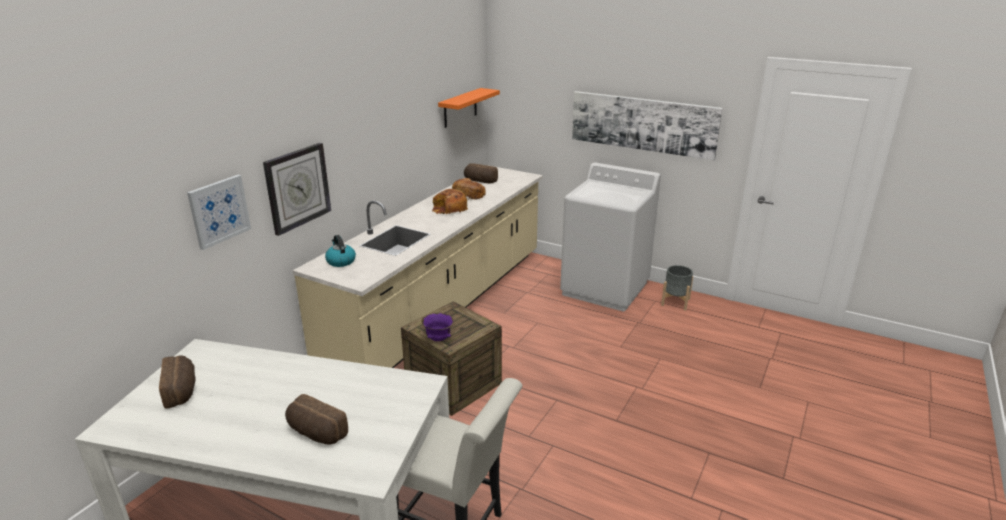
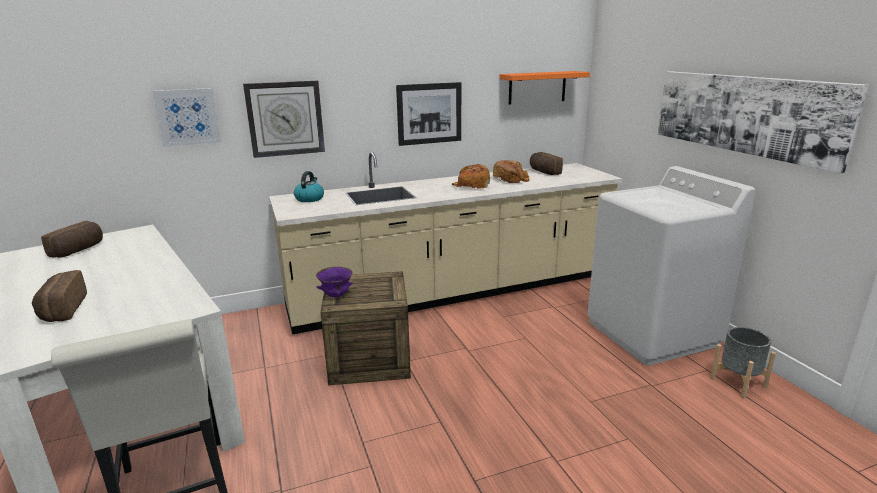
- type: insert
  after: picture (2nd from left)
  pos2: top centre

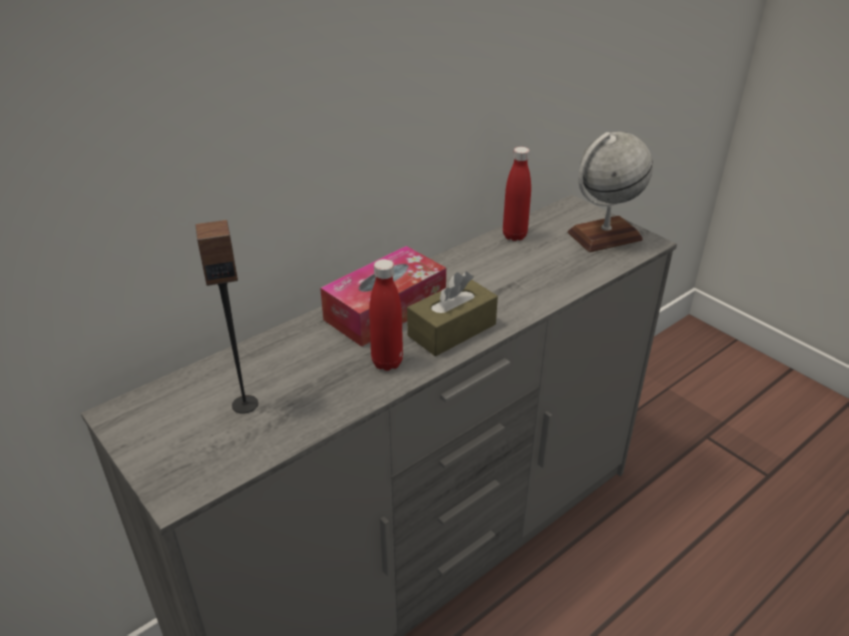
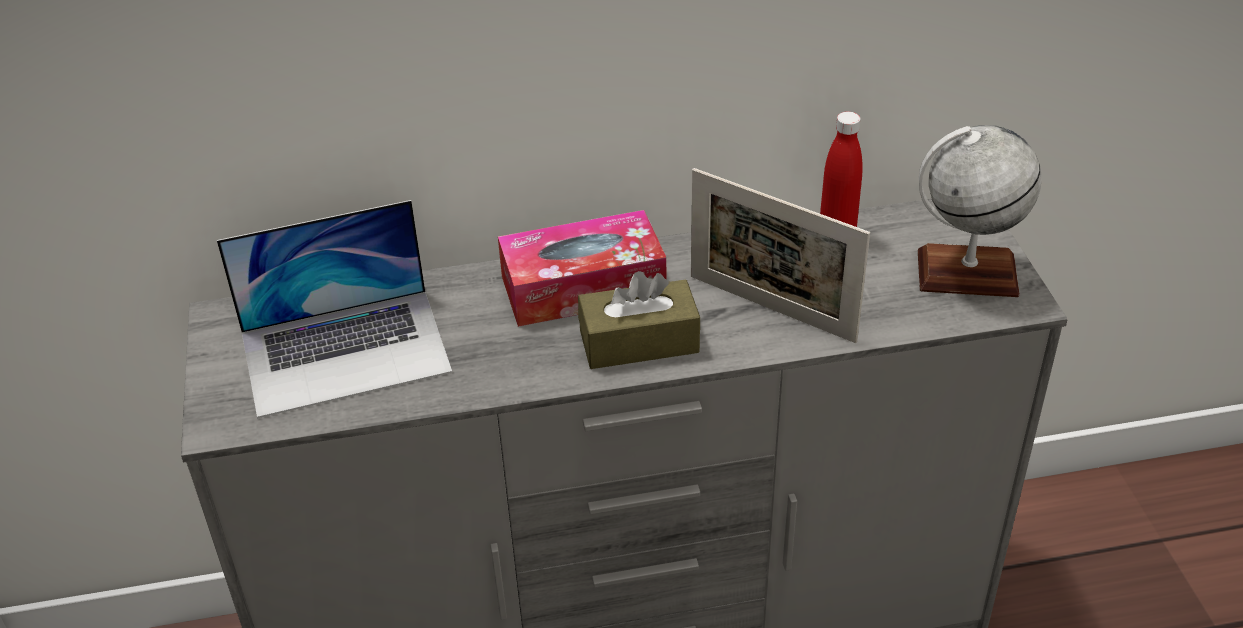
- type: replace
  before: speaker
  after: laptop
  pos1: middle left
  pos2: middle left
- type: insert
  after: picture_frame
  pos2: centre
- type: delete
  before: red_bottle (1st from left)
  pos1: centre

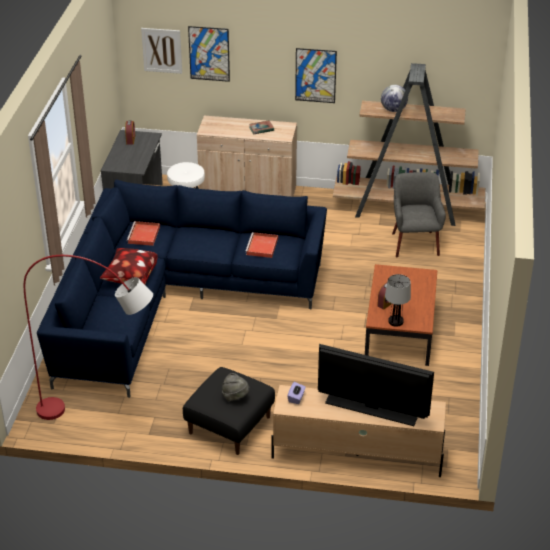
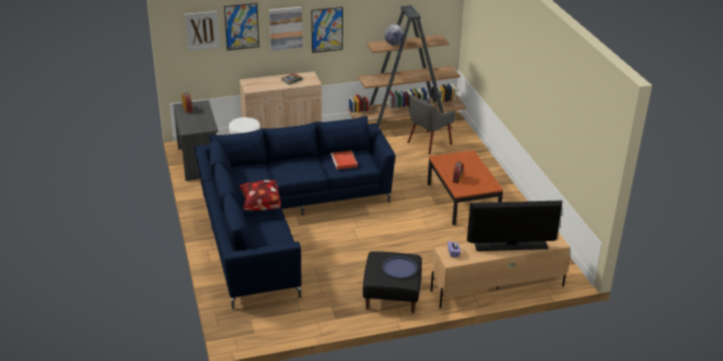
- type: insert
  after: picture (3rd from left)
  pos2: top centre
- type: replace
  before: grey_hat
  after: blue_tray
  pos1: bottom centre
  pos2: bottom centre
- type: rotate
  before: grey_armchair
  pos1: middle right
  pos2: centre
  turn: -105
- type: delete
  before: red_floor_lamp
  pos1: middle left
- type: delete
  before: red_tray (1st from left)
  pos1: middle left
- type: delete
  before: table_lamp
  pos1: middle right

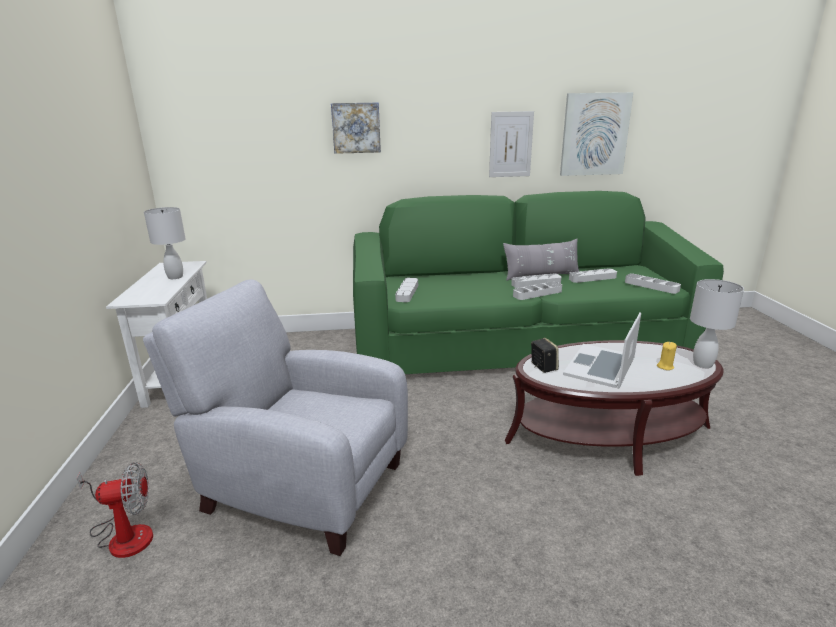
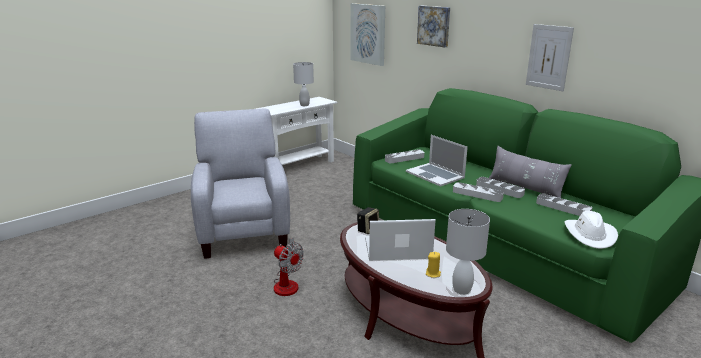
- type: move
  before: fan
  pos1: bottom left
  pos2: bottom centre
- type: move
  before: picture (3rd from left in the first image)
  after: picture (1st from left)
  pos1: top right
  pos2: top centre
- type: insert
  after: laptop (2nd from left)
  pos2: centre
- type: replace
  before: grey_tray (5th from left)
  after: white_hat
  pos1: middle right
  pos2: middle right

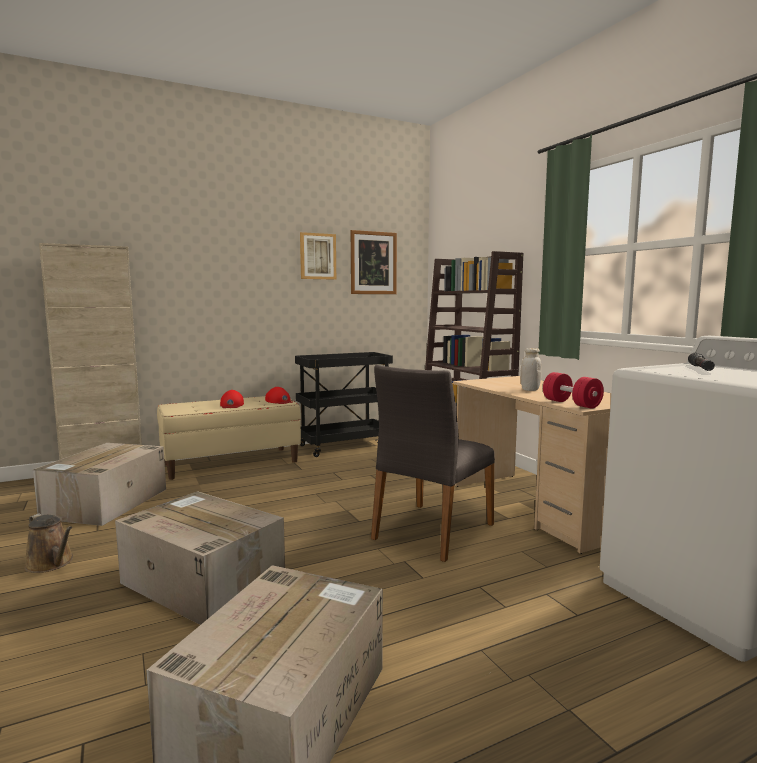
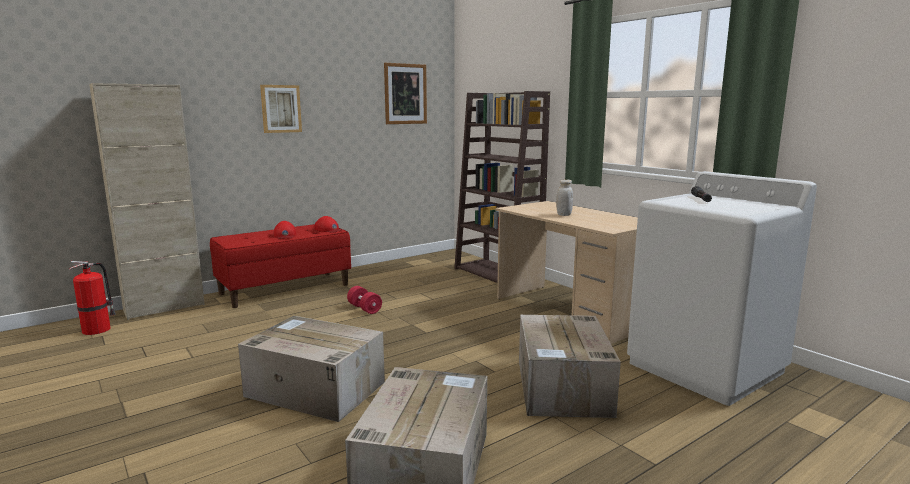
- type: insert
  after: fire_extinguisher
  pos2: middle left
- type: recolor
  before: beige_bench
  after: red_bench
  pos1: middle left
  pos2: middle left
- type: move
  before: picture (1st from left)
  pos1: centre
  pos2: top left
- type: move
  before: red_dumbbell
  pos1: middle right
  pos2: centre
- type: move
  before: cardboard_box (1st from left in the first image)
  after: cardboard_box (3rd from left)
  pos1: middle left
  pos2: bottom centre
- type: delete
  before: brown_watering_can
  pos1: bottom left
- type: delete
  before: black_cart
  pos1: centre
- type: delete
  before: grey_chair
  pos1: centre

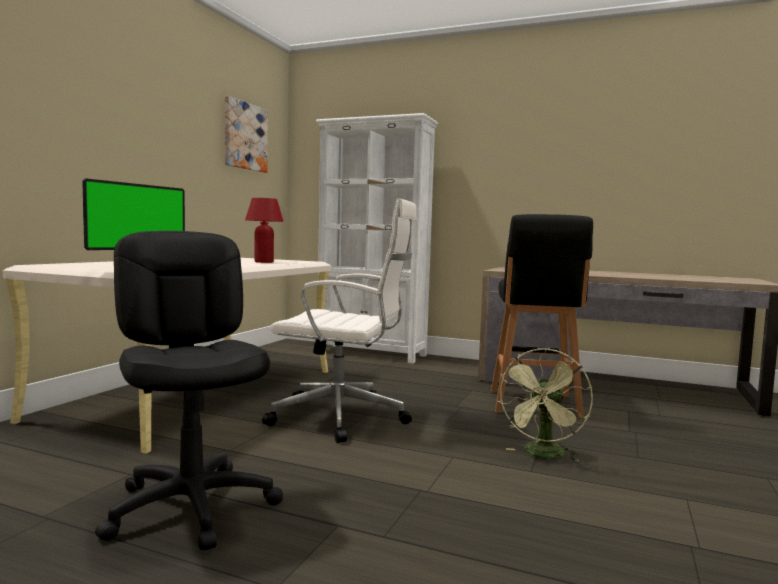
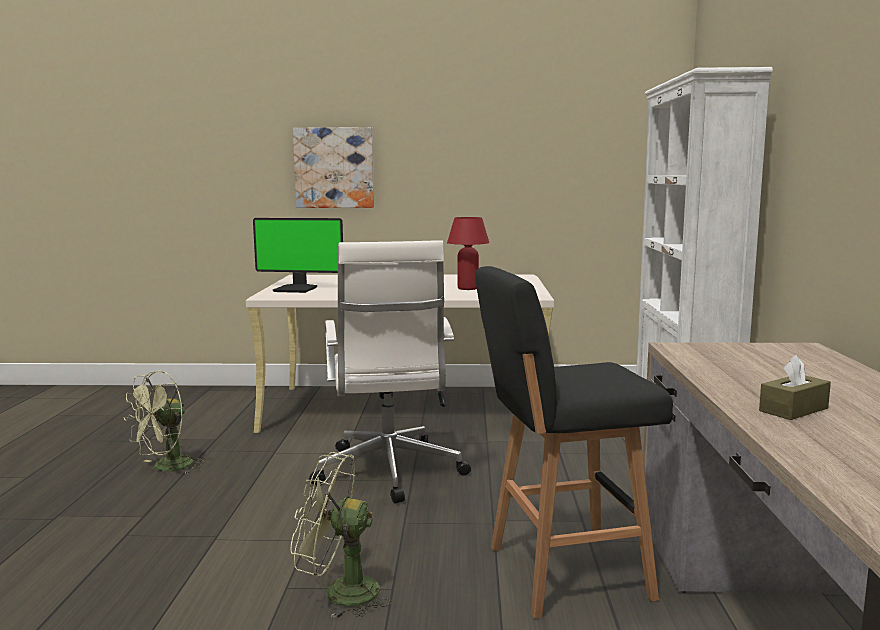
- type: replace
  before: black_office_chair
  after: green_fan (1st from left)
  pos1: bottom left
  pos2: bottom left
- type: move
  before: picture
  pos1: top left
  pos2: top centre
- type: insert
  after: brown_tissue_box
  pos2: middle right

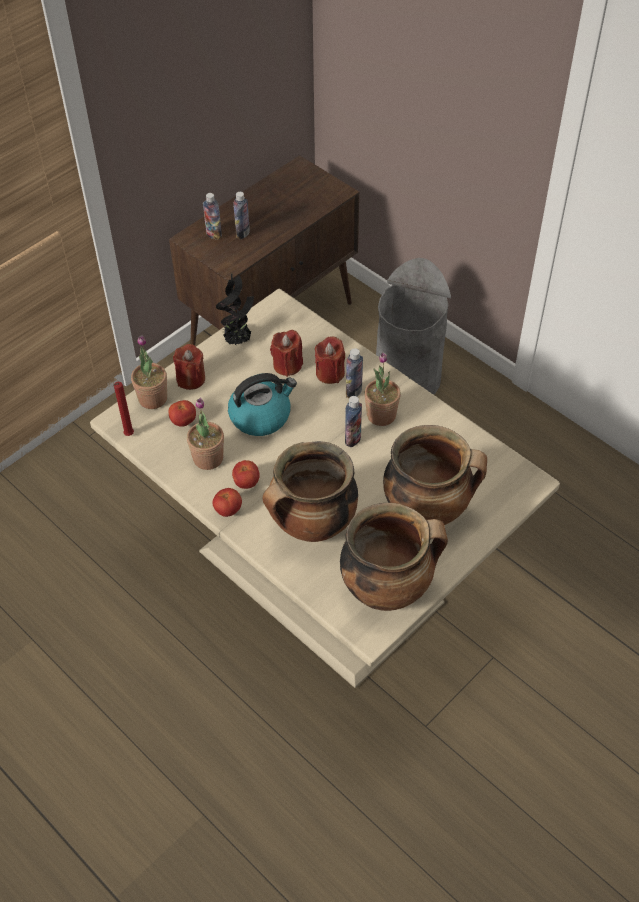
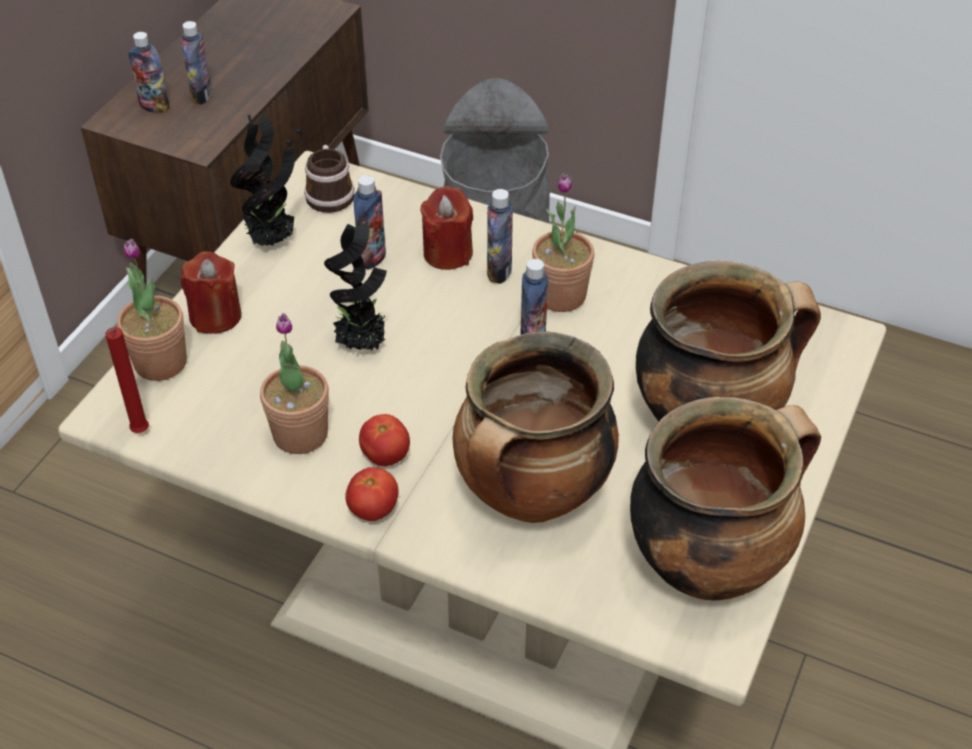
- type: insert
  after: mug
  pos2: top centre
- type: replace
  before: kettle
  after: potted_plant (4th from left)
  pos1: centre
  pos2: centre
- type: replace
  before: red_candle (3rd from left)
  after: bottle (3rd from left)
  pos1: centre
  pos2: top centre
- type: delete
  before: tomato (1st from left)
  pos1: middle left

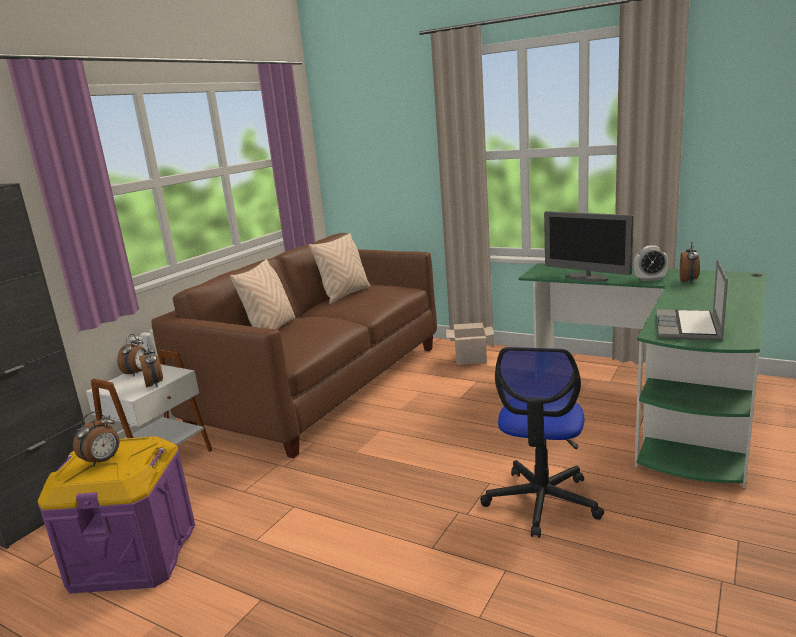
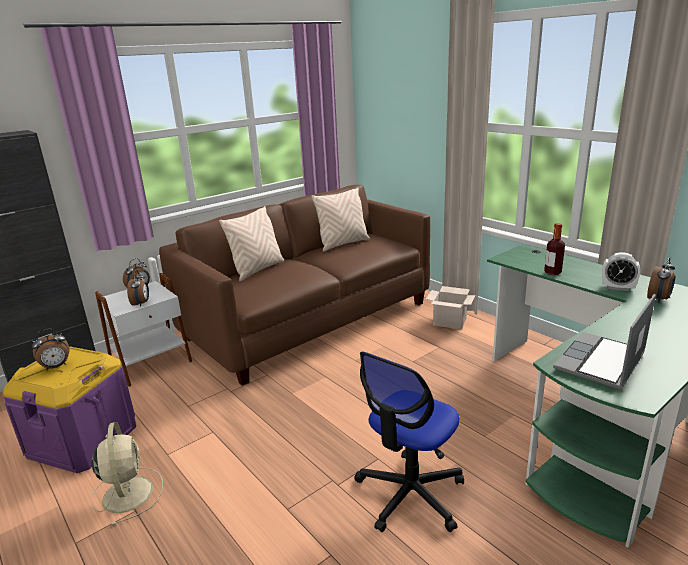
- type: insert
  after: beige_fan
  pos2: bottom left
- type: replace
  before: monitor
  after: bottle
  pos1: middle right
  pos2: middle right

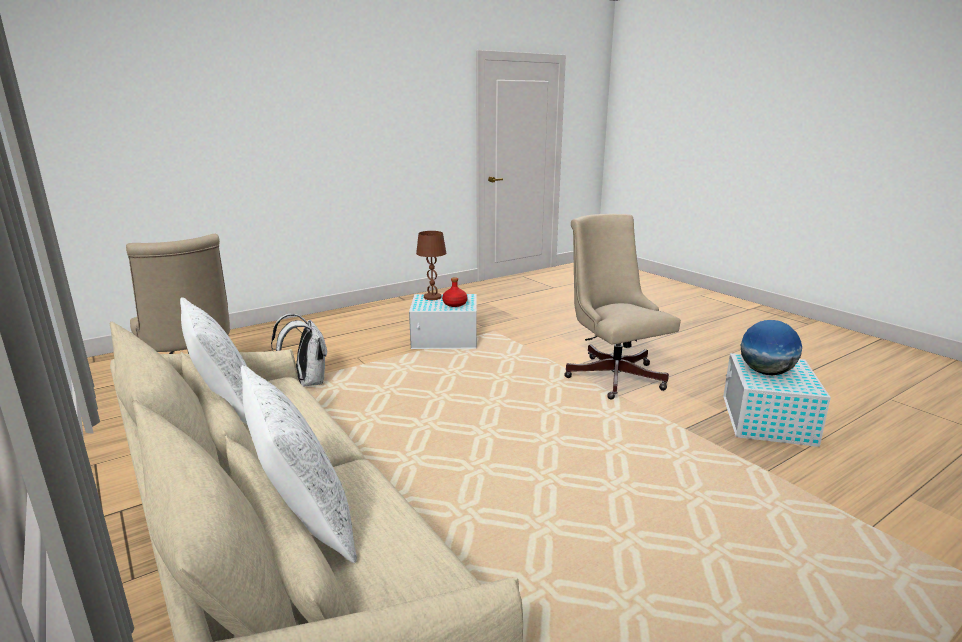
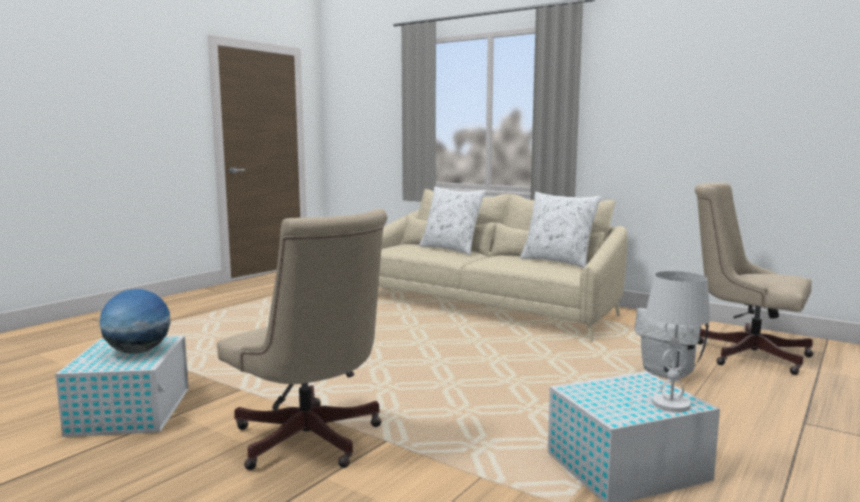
- type: recolor
  before: brown_table_lamp
  after: white_table_lamp
  pos1: centre
  pos2: bottom right
- type: delete
  before: red_bottle
  pos1: centre

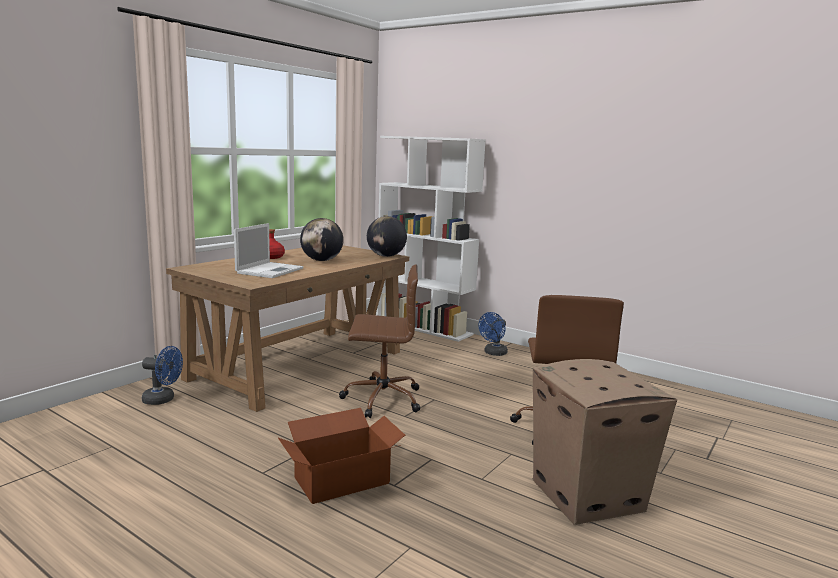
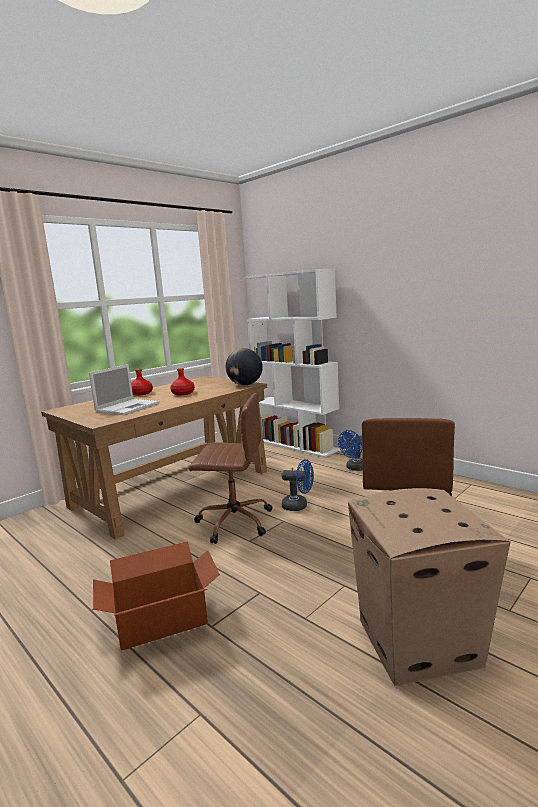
- type: replace
  before: globe (1st from left)
  after: red_bottle (2nd from left)
  pos1: centre
  pos2: centre
- type: move
  before: blue_fan (1st from left)
  pos1: middle left
  pos2: centre

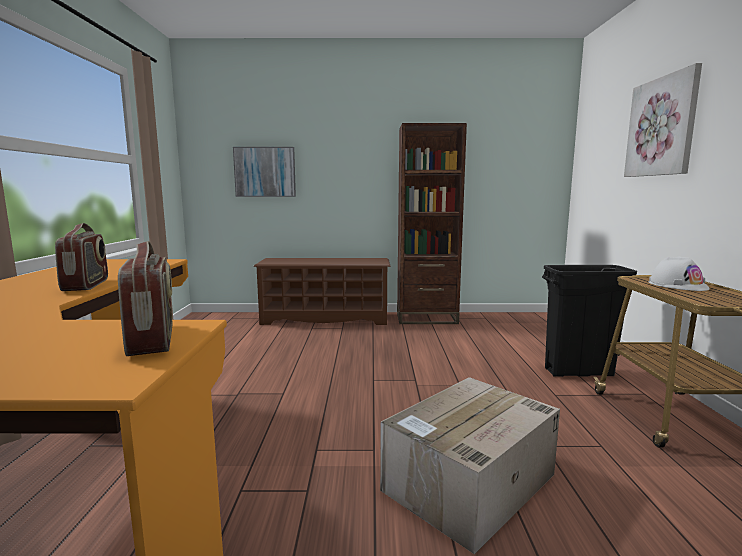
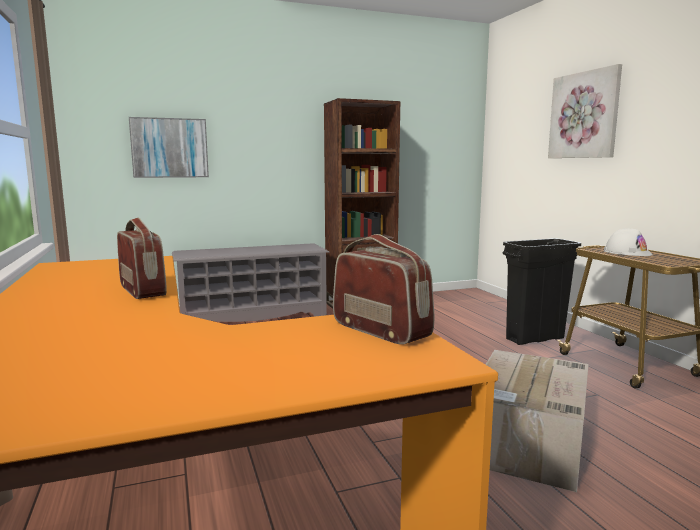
- type: recolor
  before: brown_shoe_rack
  after: grey_shoe_rack
  pos1: centre
  pos2: centre

